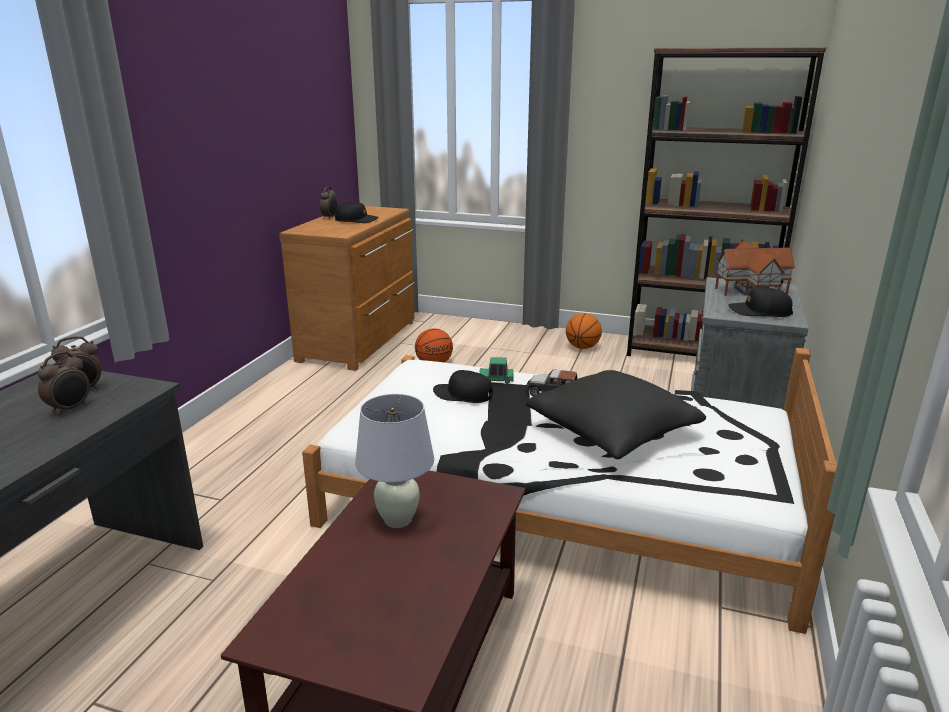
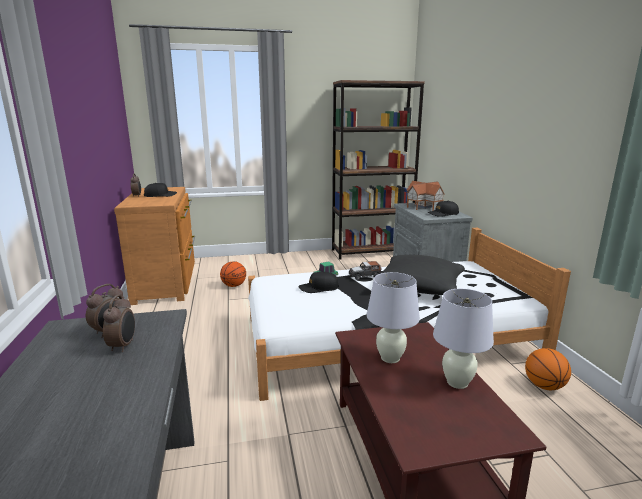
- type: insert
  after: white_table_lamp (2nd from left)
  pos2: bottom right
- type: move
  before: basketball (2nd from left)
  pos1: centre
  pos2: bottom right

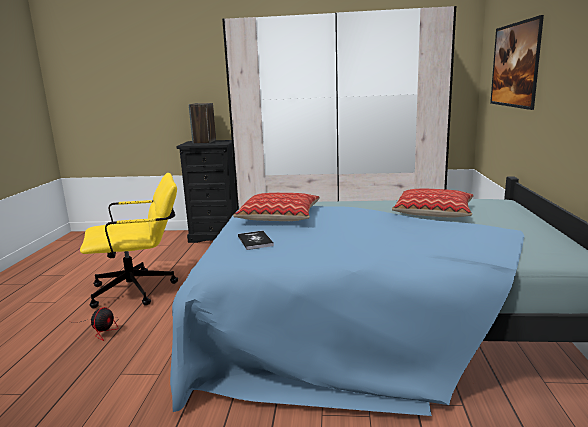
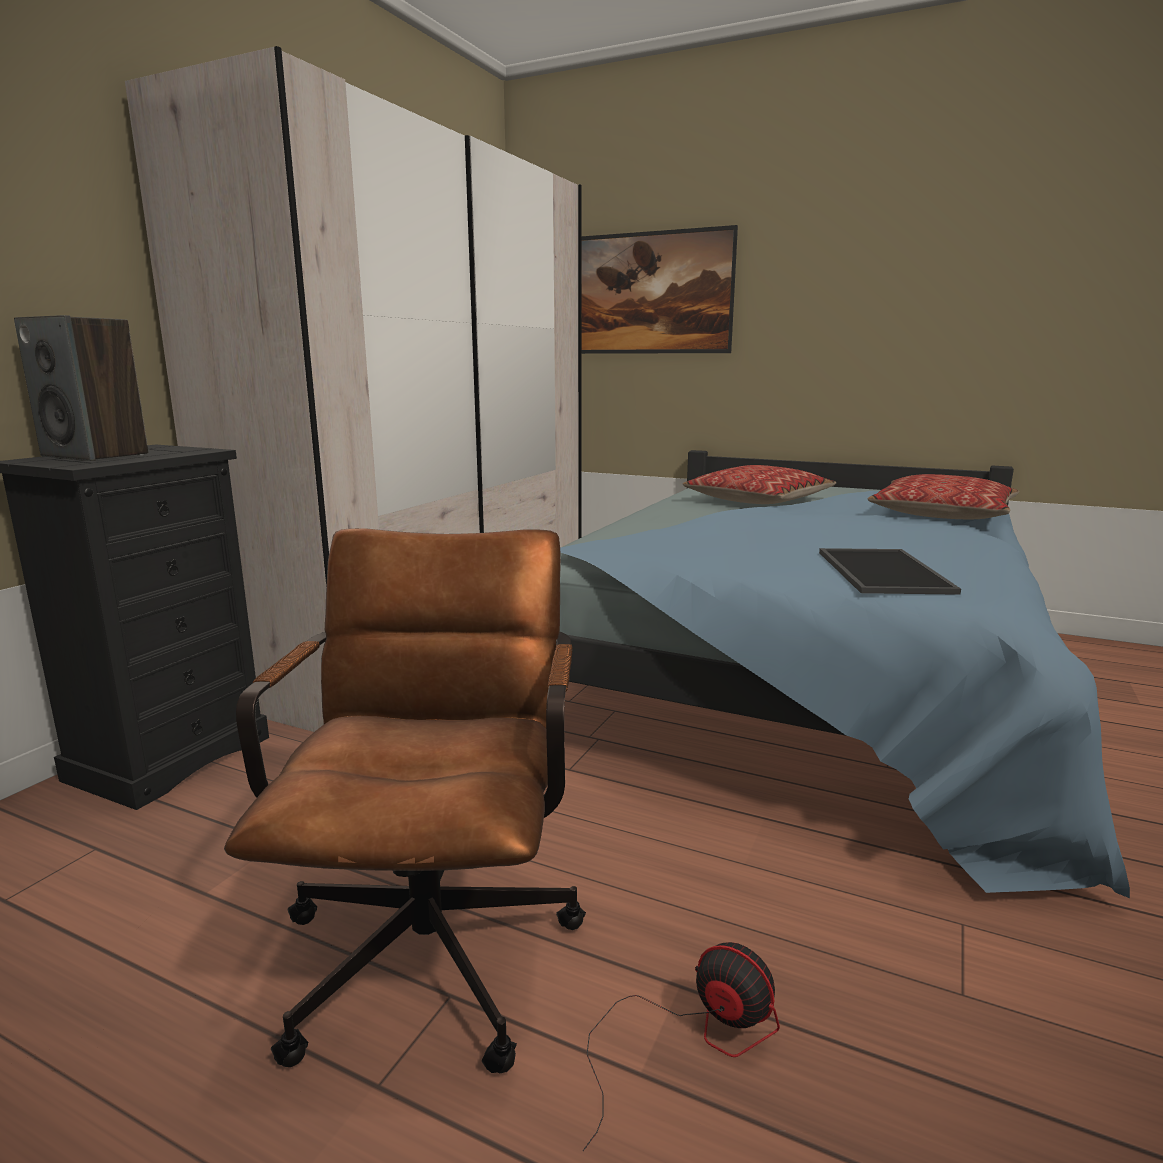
- type: recolor
  before: yellow_office_chair
  after: brown_office_chair
  pos1: middle left
  pos2: bottom centre
- type: replace
  before: book
  after: tray
  pos1: centre
  pos2: middle right
- type: move
  before: pillow (1st from left in the first image)
  after: pillow (2nd from left)
  pos1: centre
  pos2: middle right

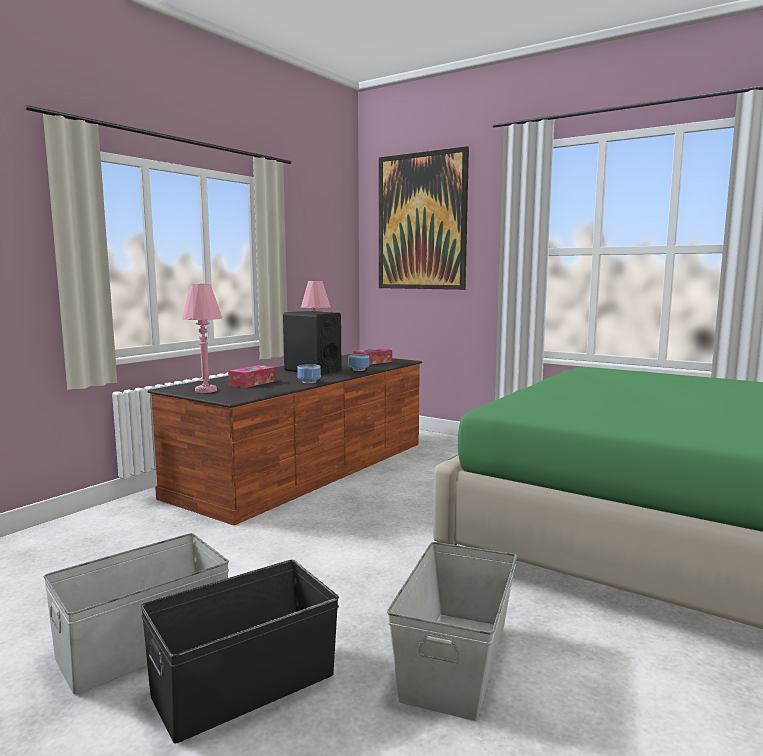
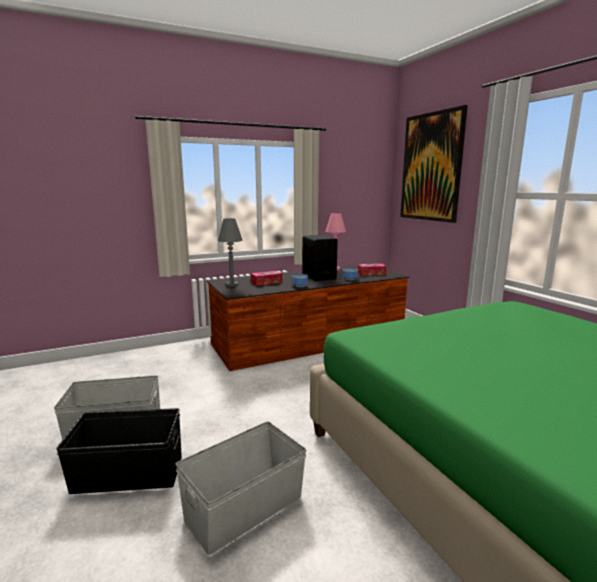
- type: recolor
  before: pink_table_lamp (1st from left)
  after: grey_table_lamp
  pos1: middle left
  pos2: centre

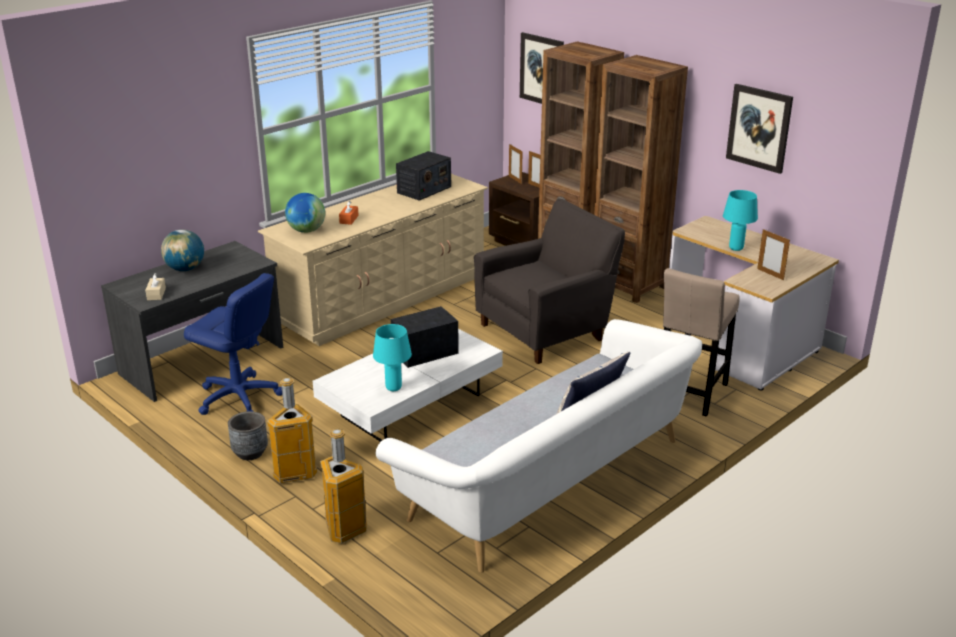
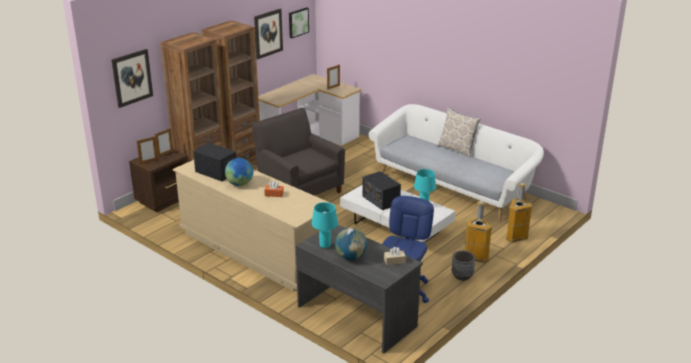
- type: move
  before: globe (2nd from left in the first image)
  after: globe (1st from left)
  pos1: middle left
  pos2: centre
- type: insert
  after: picture (3rd from left)
  pos2: top centre
- type: move
  before: turquoise_table_lamp (2nd from left in the first image)
  after: turquoise_table_lamp (1st from left)
  pos1: middle right
  pos2: centre
- type: delete
  before: beige_stool
  pos1: middle right

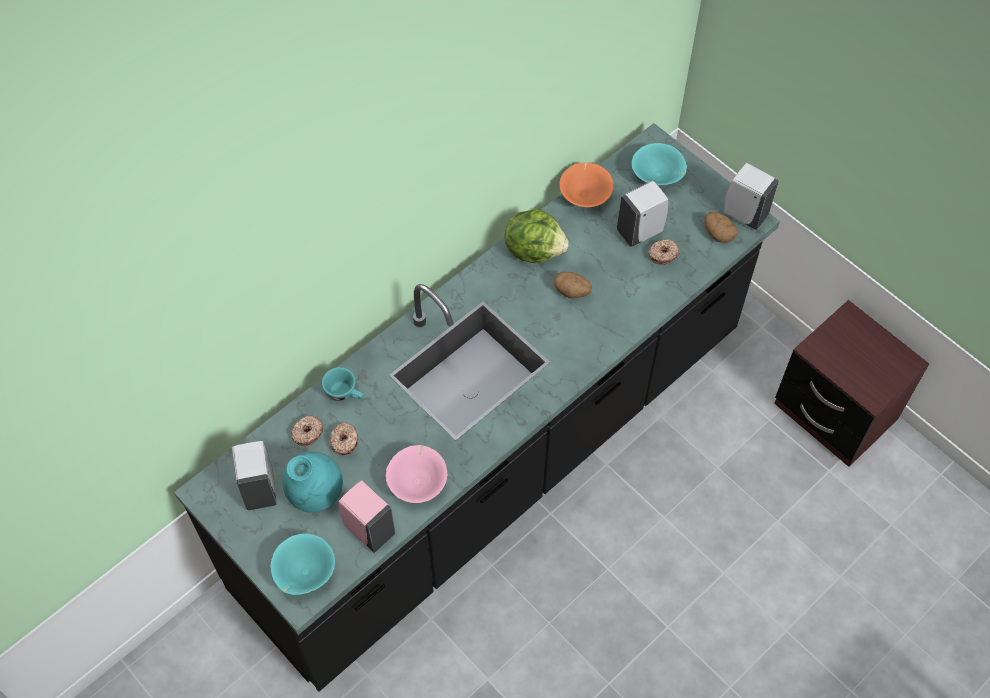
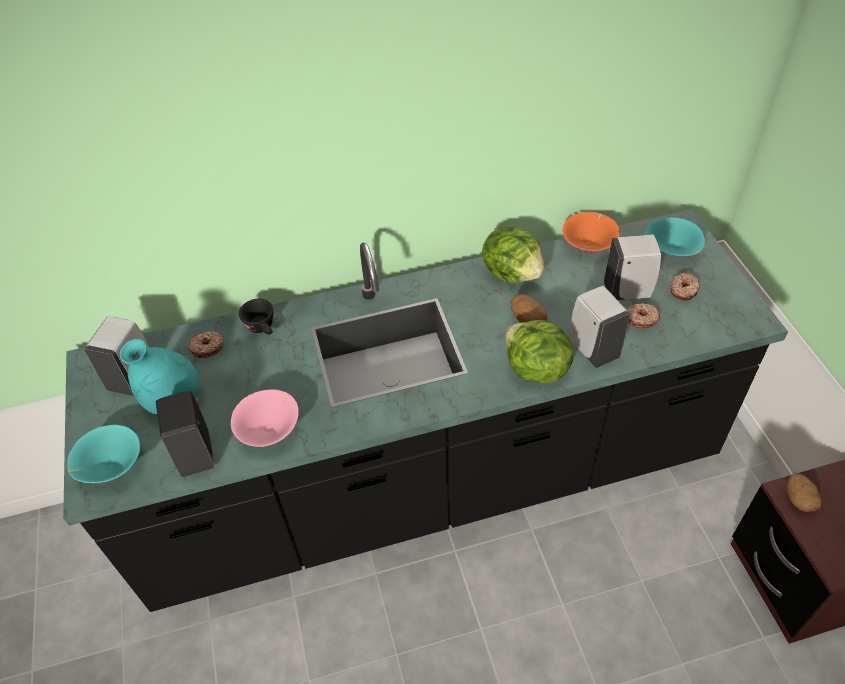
- type: recolor
  before: pink_soap_dispenser
  after: black_soap_dispenser
  pos1: bottom centre
  pos2: middle left
- type: recolor
  before: turquoise_cup
  after: black_cup
  pos1: centre
  pos2: middle left
- type: insert
  after: lettuce (2nd from left)
  pos2: centre
- type: move
  before: white_soap_dispenser (3rd from left in the first image)
  after: white_soap_dispenser (2nd from left)
  pos1: top right
  pos2: middle right
- type: move
  before: donut (2nd from left in the first image)
  after: donut (3rd from left)
  pos1: centre
  pos2: middle right
- type: move
  before: potato (2nd from left)
  pos1: top right
  pos2: bottom right

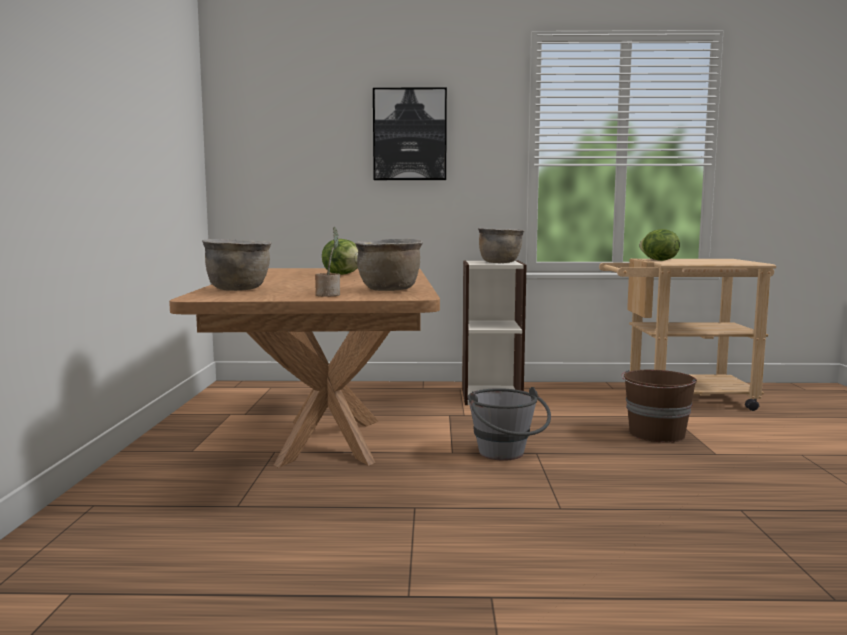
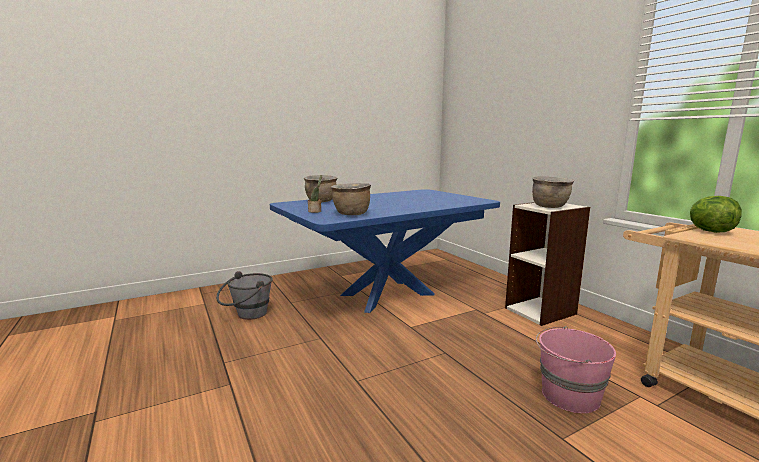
- type: move
  before: grey_bucket
  pos1: bottom centre
  pos2: middle left
- type: recolor
  before: brown_dining_table
  after: blue_dining_table
  pos1: centre
  pos2: centre
- type: recolor
  before: brown_bucket
  after: pink_bucket
  pos1: middle right
  pos2: bottom right
- type: delete
  before: lettuce (1st from left)
  pos1: centre
- type: delete
  before: picture
  pos1: top centre

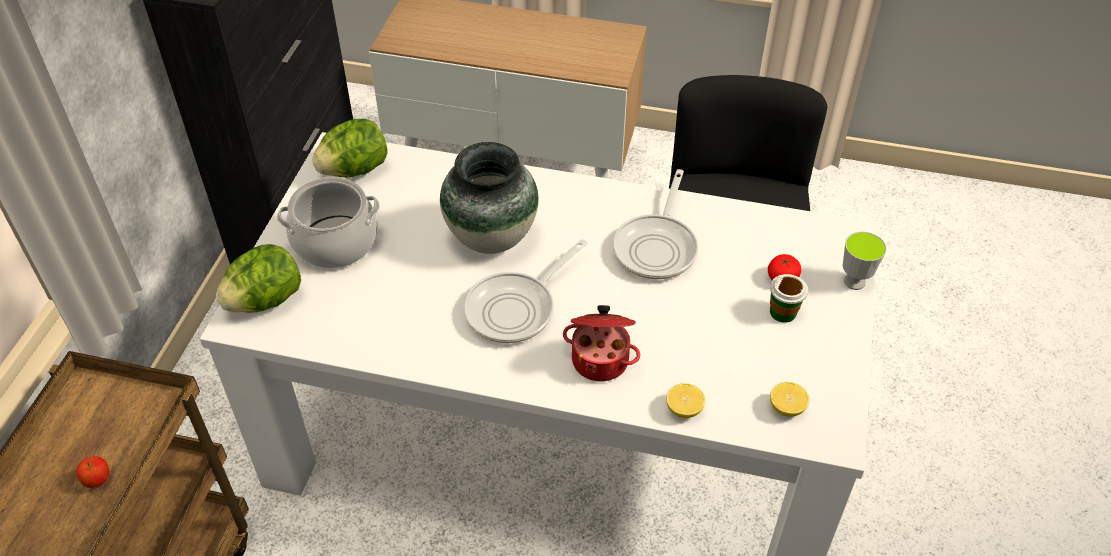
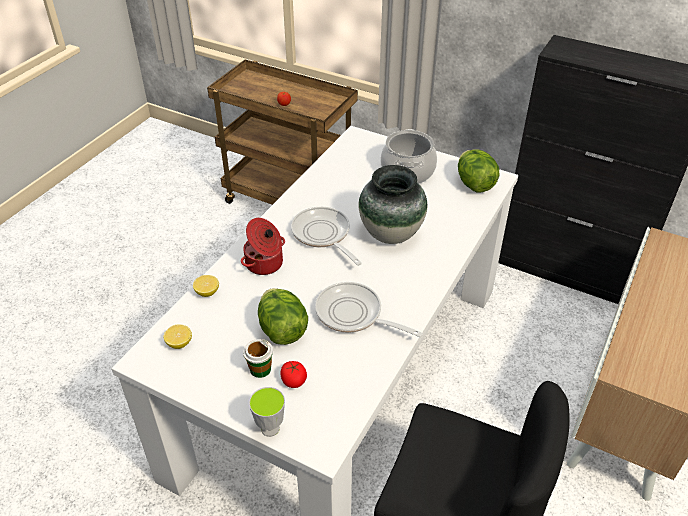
- type: move
  before: lettuce (1st from left)
  pos1: middle left
  pos2: centre

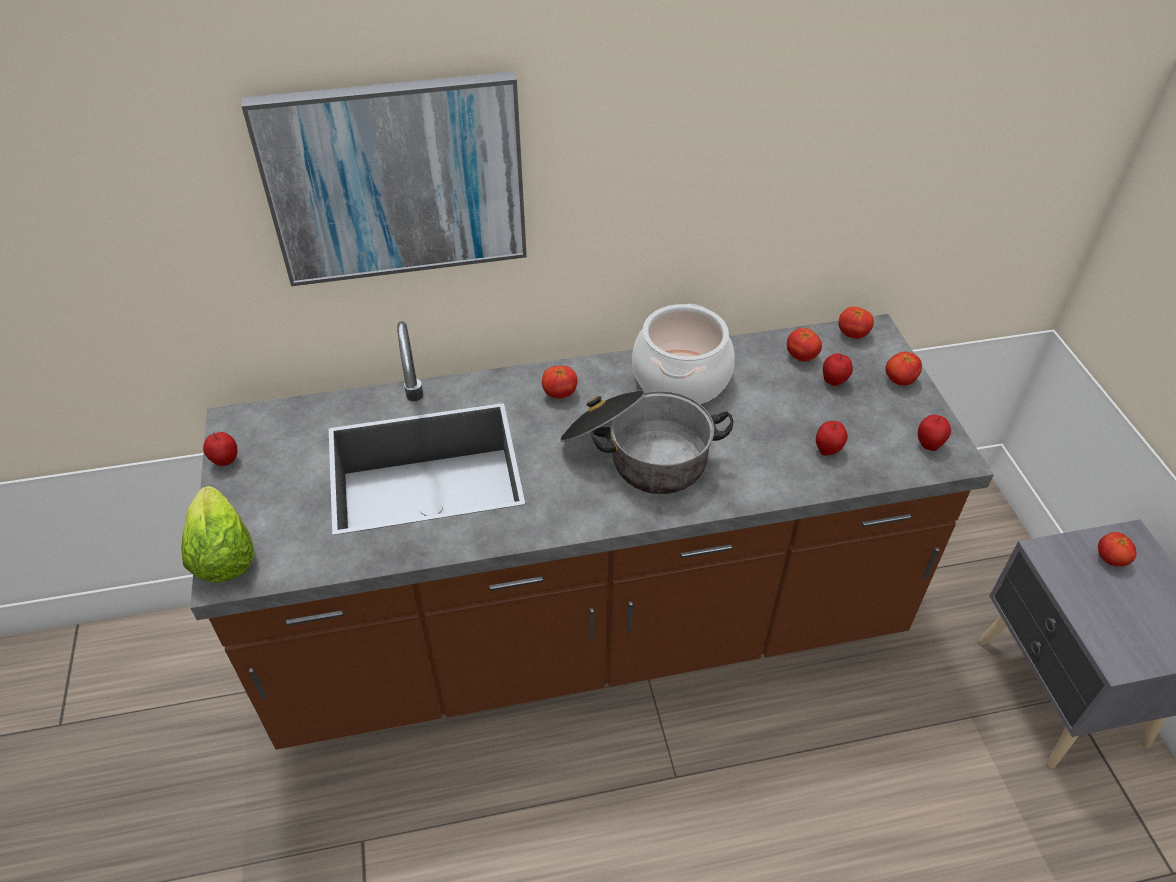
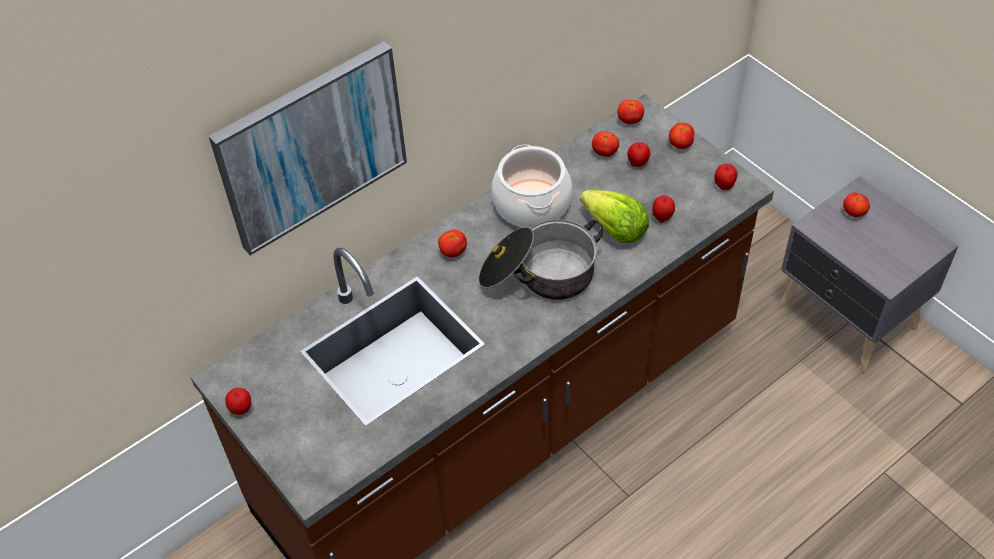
- type: move
  before: lettuce
  pos1: middle left
  pos2: centre

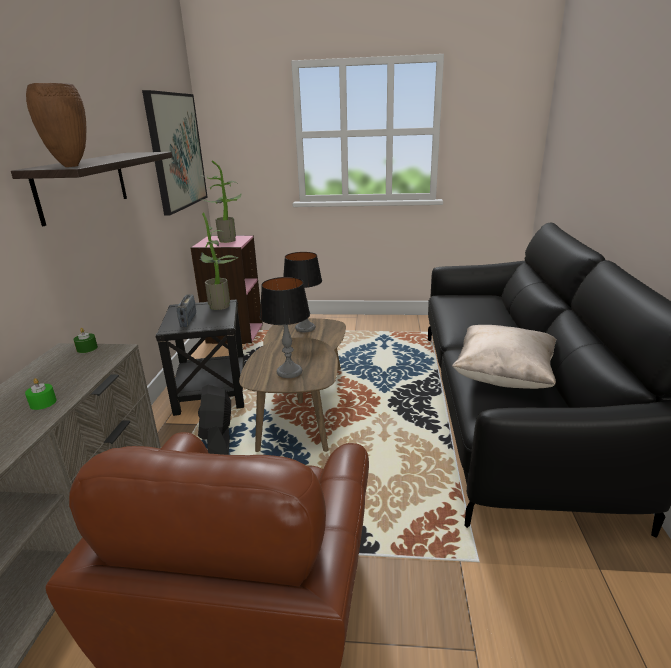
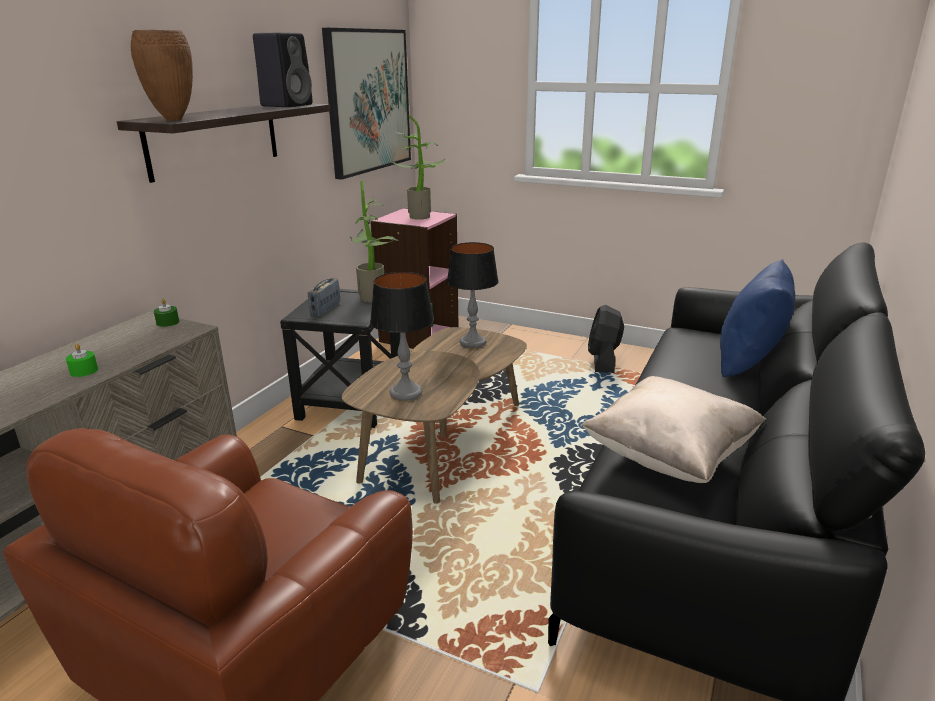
- type: insert
  after: black_speaker
  pos2: top left
- type: move
  before: black_fan
  pos1: middle left
  pos2: centre
- type: insert
  after: blue_pillow
  pos2: middle right

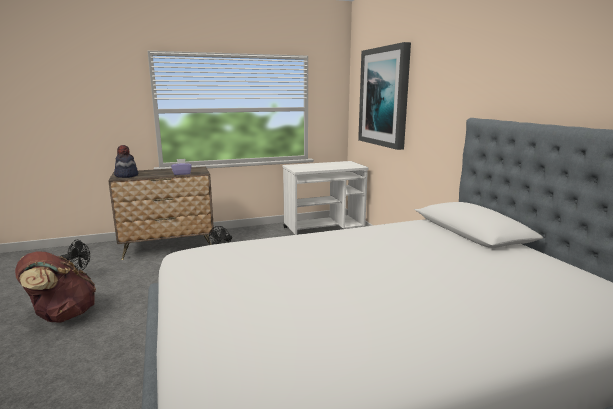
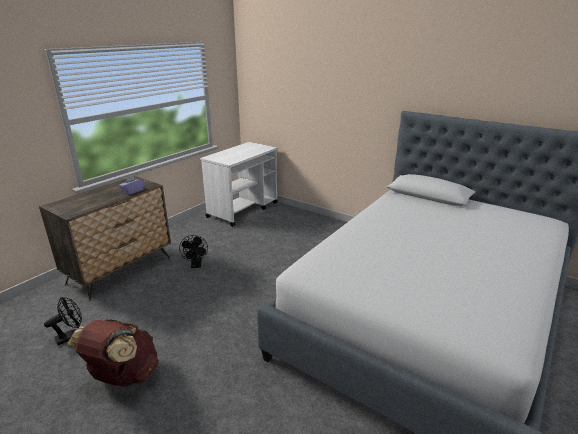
- type: delete
  before: hat
  pos1: middle left
- type: delete
  before: picture
  pos1: top centre

